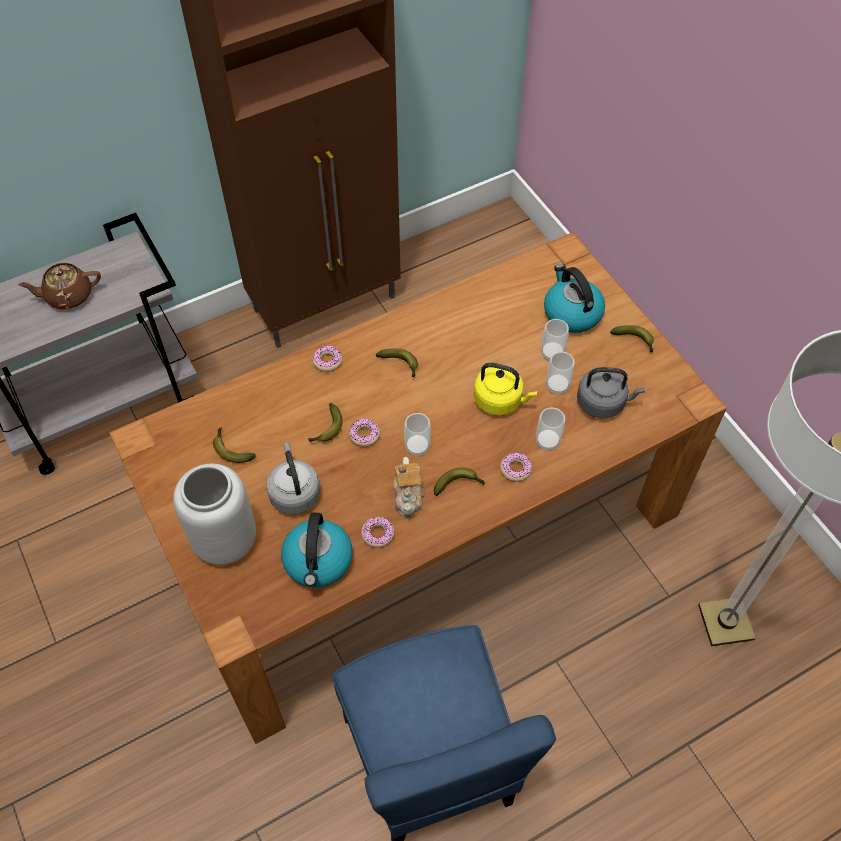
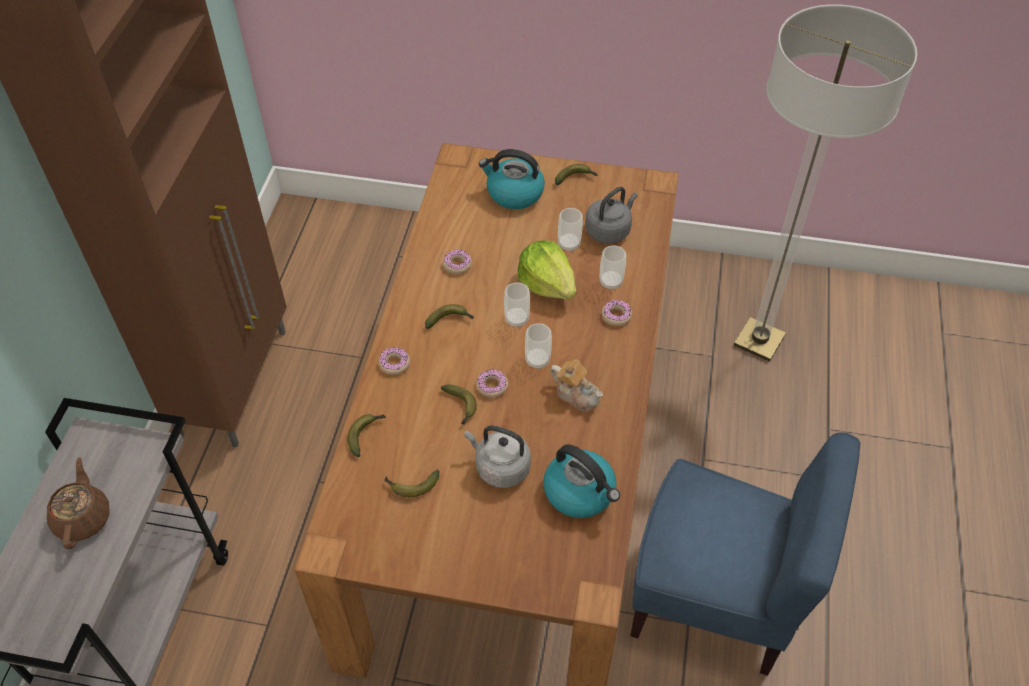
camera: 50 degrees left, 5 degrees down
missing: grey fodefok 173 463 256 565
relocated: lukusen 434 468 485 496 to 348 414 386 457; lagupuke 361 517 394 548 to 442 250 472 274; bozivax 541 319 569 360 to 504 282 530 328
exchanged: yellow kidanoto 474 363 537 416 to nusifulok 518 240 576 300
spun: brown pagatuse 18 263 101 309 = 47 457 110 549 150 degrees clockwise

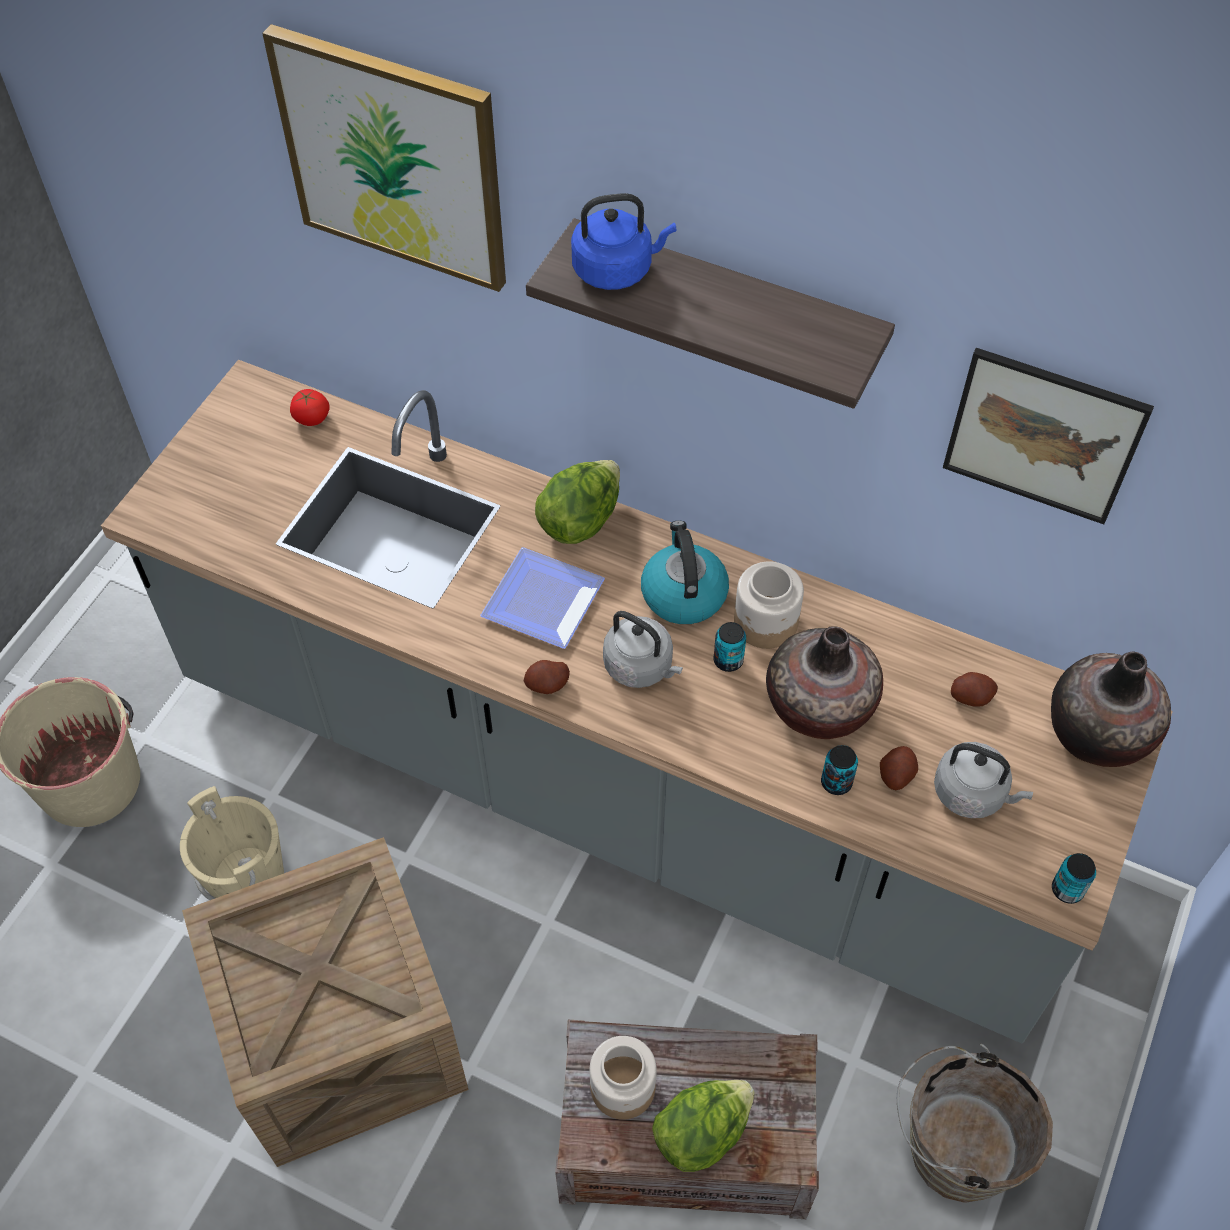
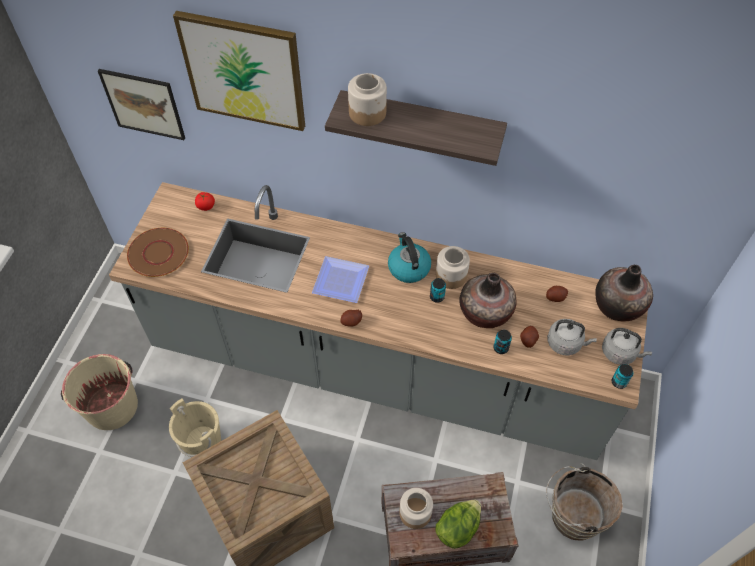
camera: 10 degrees left, 0 degrees up
missing: nusifulok 535 460 620 544
appeared: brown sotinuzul 127 228 189 277
relocated: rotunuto 943 348 1154 524 to 98 69 185 140; grey kidanoto 603 611 683 688 to 602 328 652 365
exchanged: blue kidanoto 571 193 676 290 to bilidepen 348 73 387 126

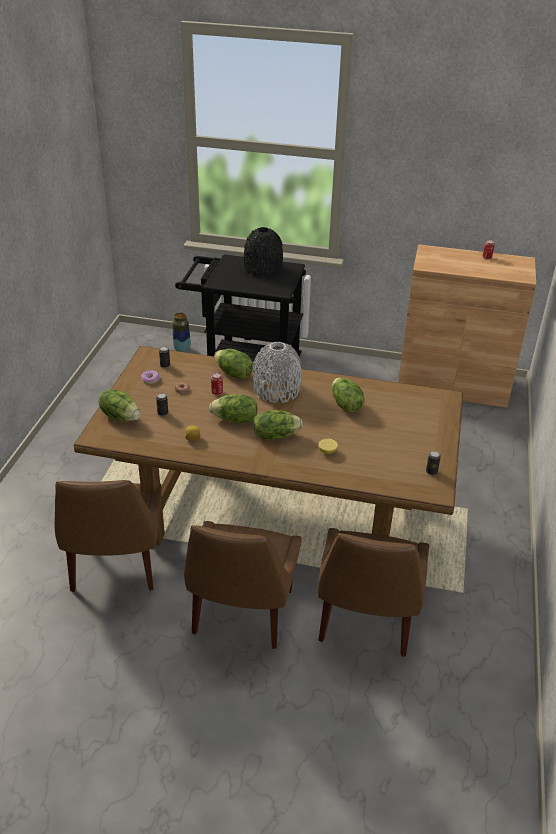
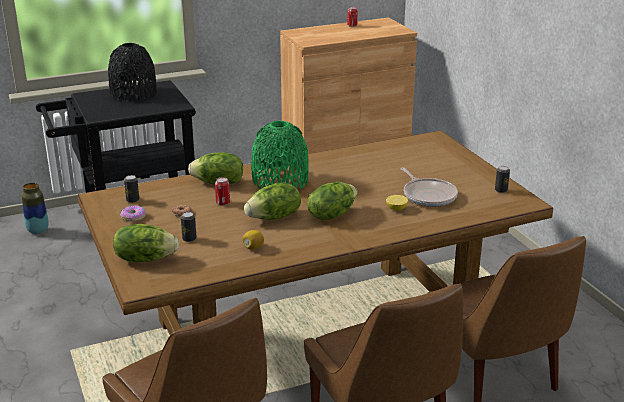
camera: 35 degrees left, 10 degrees down
missing: nusifulok 332 378 364 413
appeared: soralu 400 167 458 207
colour: grey fodefok 252 342 302 403 to green fodefok 251 121 309 189

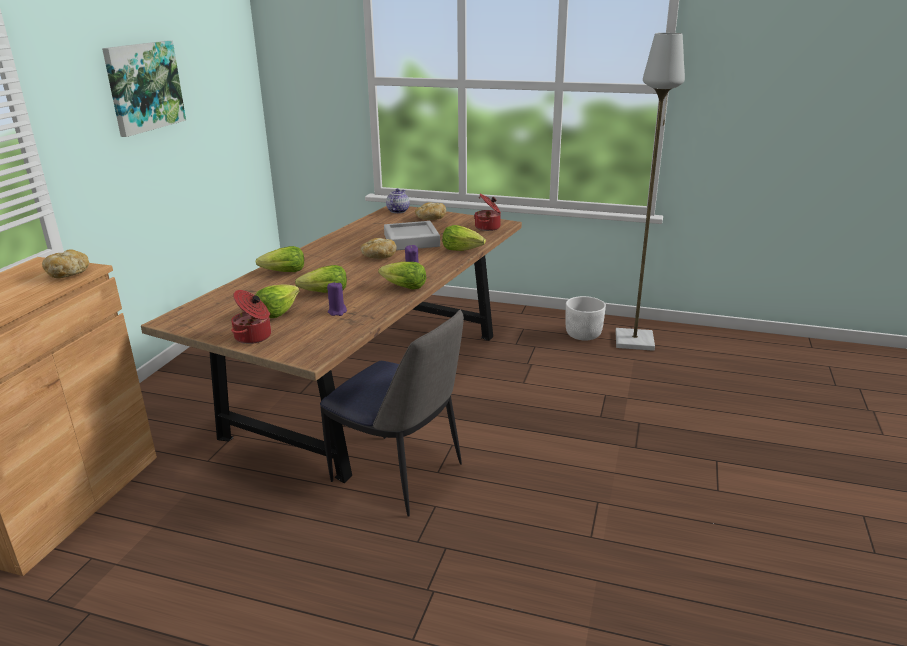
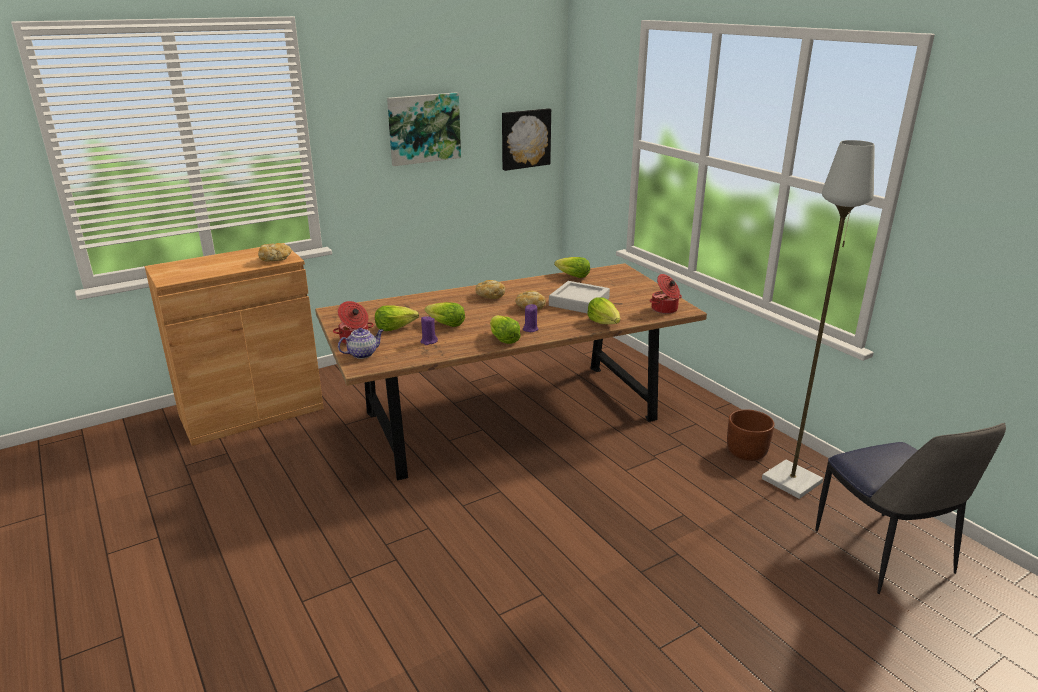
camera: 40 degrees right, 0 degrees up
appeared: rotunuto 502 108 551 171
relocated: pagatuse 386 189 410 213 to 338 328 384 359; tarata 415 202 446 220 to 475 280 505 299; nusifulok 256 246 304 272 to 554 257 590 278; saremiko 320 309 464 517 to 815 423 1006 594
colour: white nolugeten 565 296 606 340 to brown nolugeten 727 409 775 461

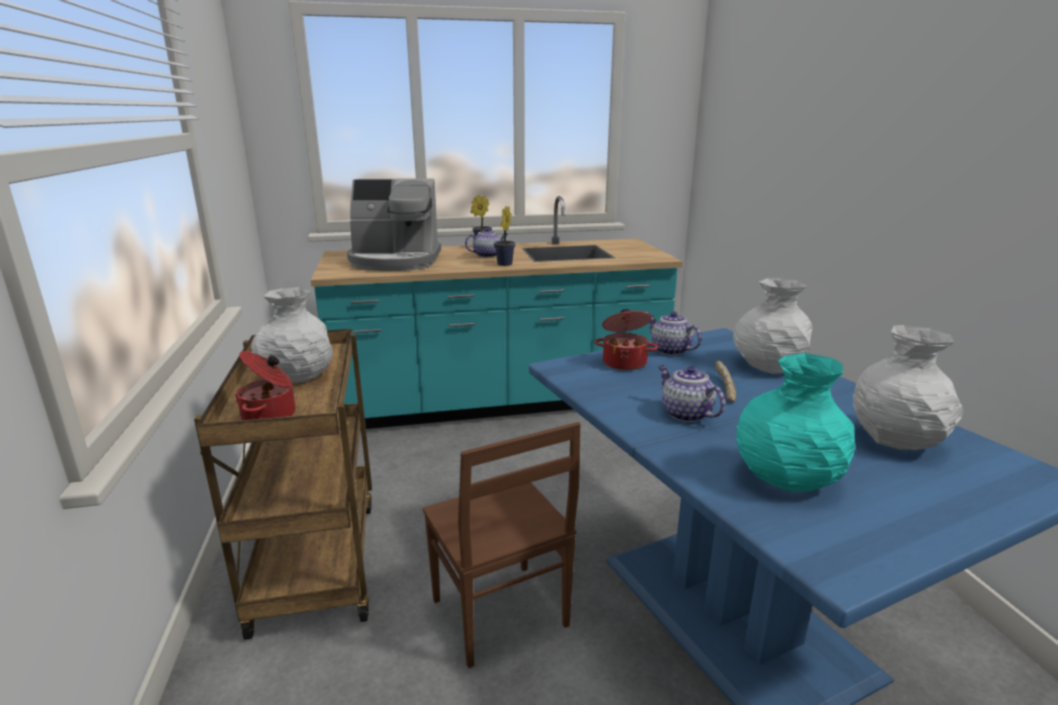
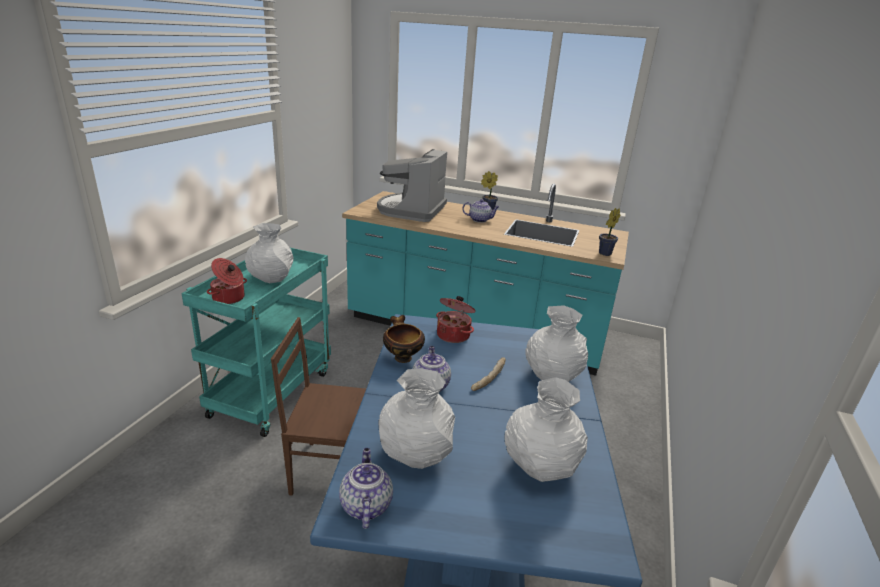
camera: 30 degrees right, 5 degrees up
appeared: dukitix 383 315 425 363
relocated: pagatuse 649 312 702 355 to 339 448 393 529; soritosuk 494 206 516 266 to 599 208 621 256
colour: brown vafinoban 194 329 372 640 to turquoise vafinoban 182 248 331 437; turquoise fodefok 736 353 856 492 to white fodefok 378 368 455 469
spun: brown saremiko 423 422 581 668 = 271 317 366 495 90 degrees clockwise; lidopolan 347 178 441 271 = 377 149 447 222 75 degrees clockwise

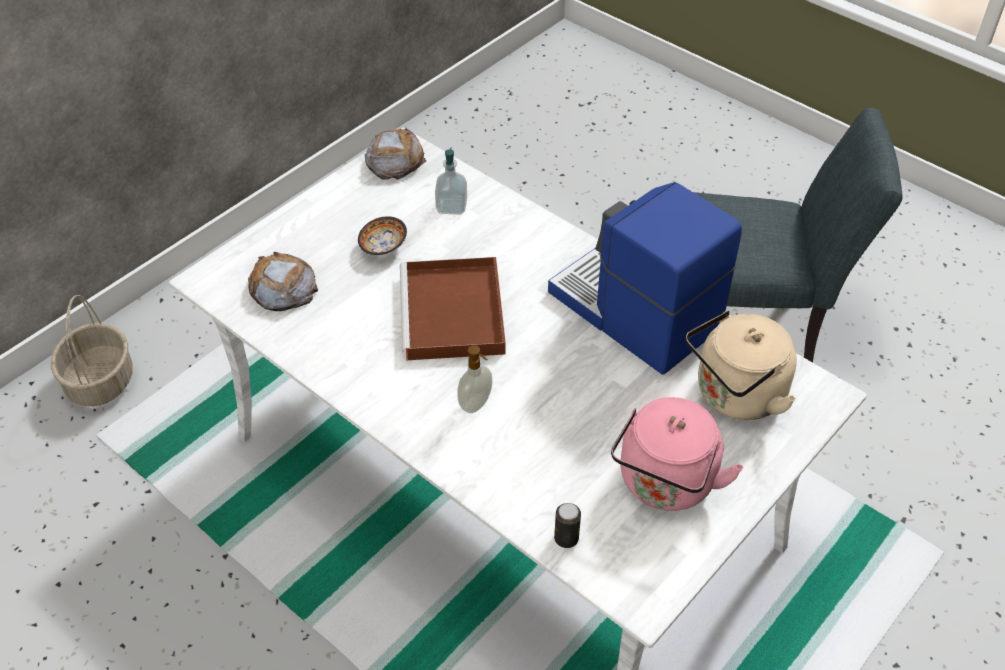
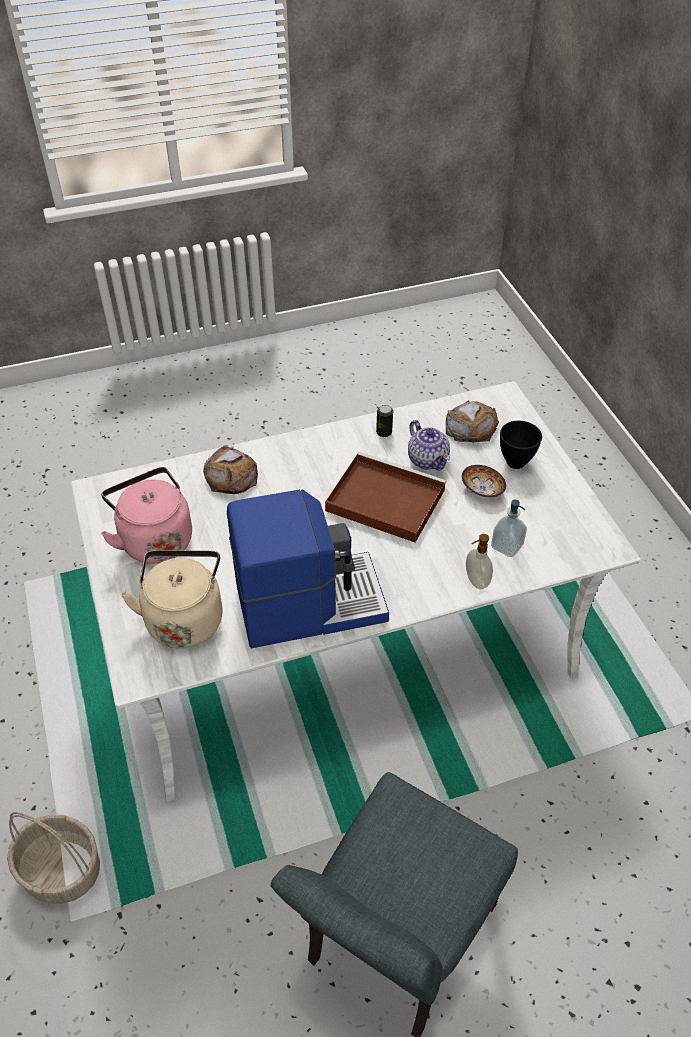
camera: 120 degrees right, 0 degrees up
appeared: pagatuse 408 420 450 470; black dukitix 500 421 542 469
relocated: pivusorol 51 295 133 407 to 7 812 100 904; tarata 365 127 426 180 to 203 445 258 494; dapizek 554 503 581 548 to 376 405 393 437; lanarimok 457 345 492 413 to 466 534 493 589

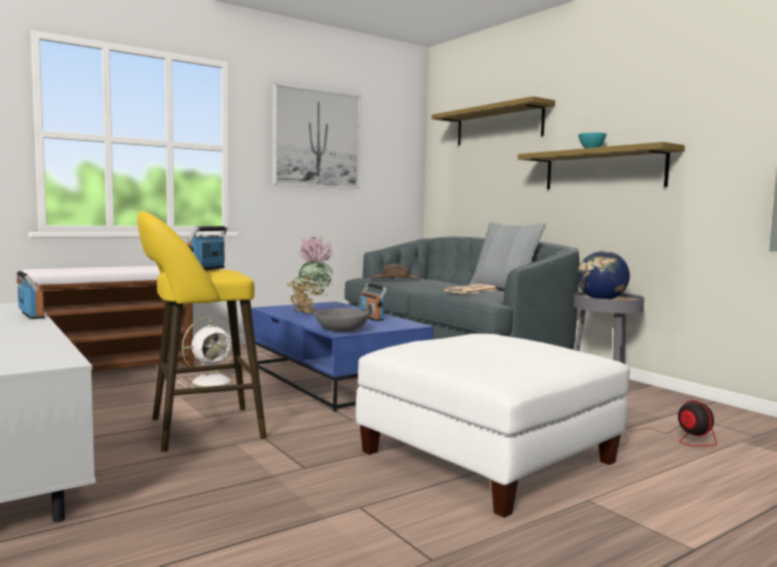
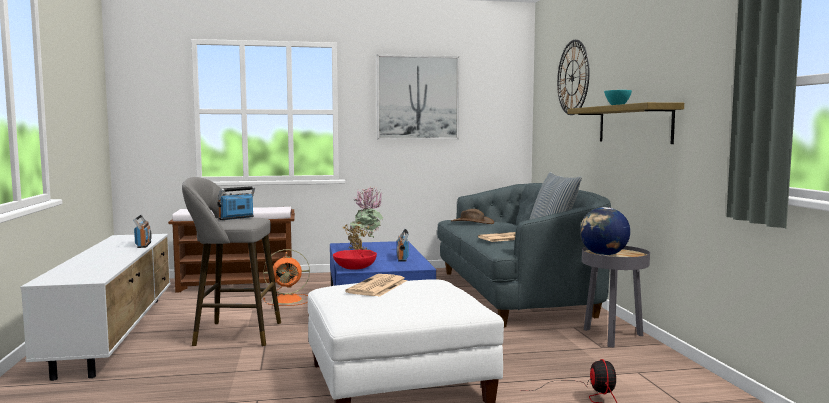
camera: 25 degrees right, 0 degrees up
appeared: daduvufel 345 274 407 297
exchanged: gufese 432 96 555 145 to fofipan 557 40 589 115
colour: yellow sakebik 137 211 267 452 to grey sakebik 182 177 281 346; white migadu 177 316 240 388 to orange migadu 263 249 310 306; grey dukitix 315 308 369 332 to red dukitix 333 250 377 270

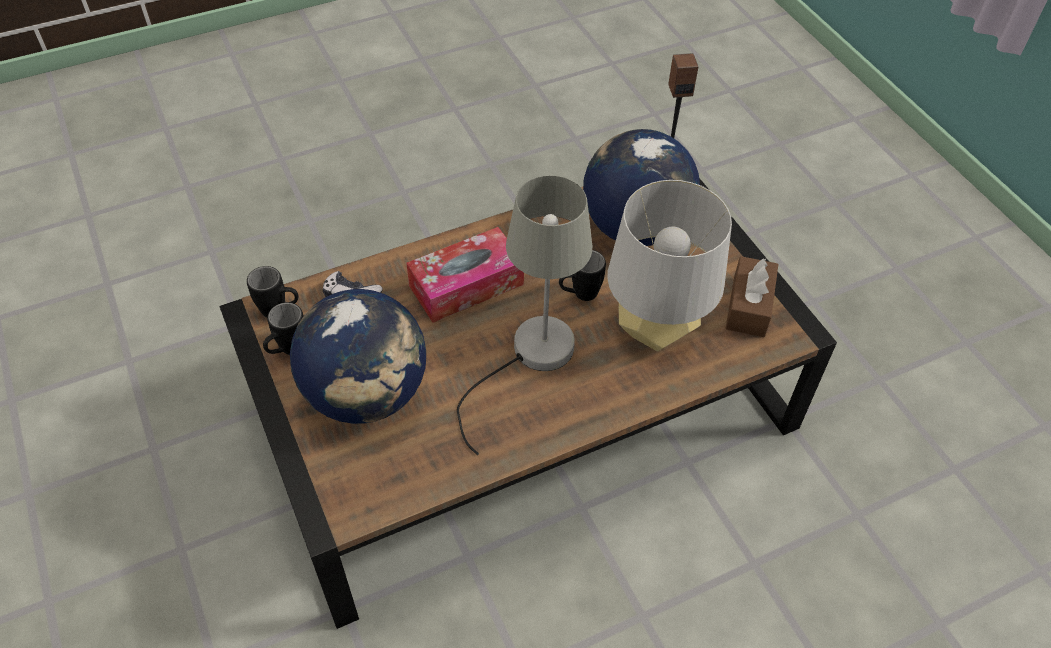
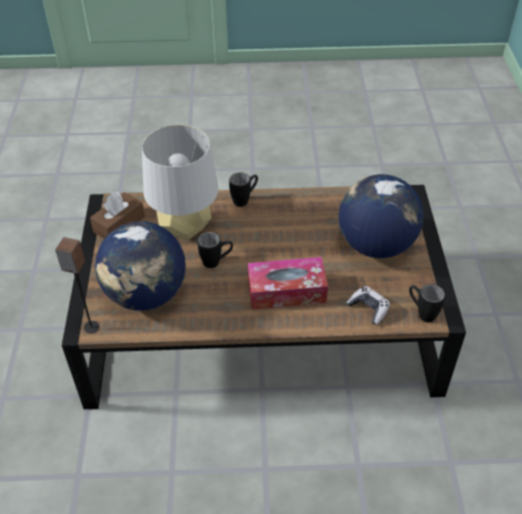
camera: 155 degrees left, 5 degrees down
missing: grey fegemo 457 176 592 455
relocated: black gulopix 263 302 304 355 to 229 172 258 207

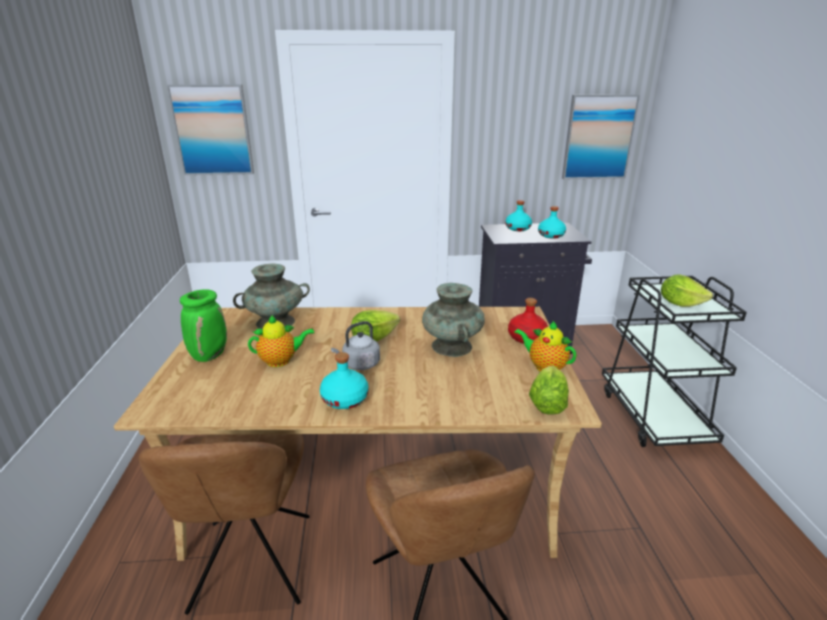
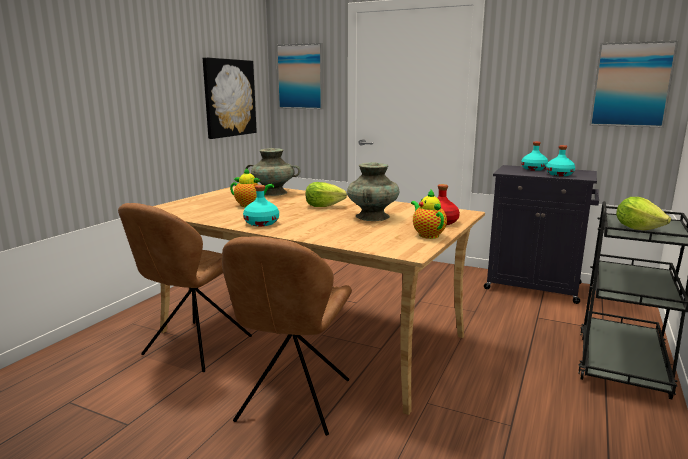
camera: 30 degrees right, 10 degrees down
missing: green fodefok 180 289 227 362; grey kidanoto 331 321 380 370; nusifulok 529 366 569 415
appeared: rotunuto 203 57 257 139

